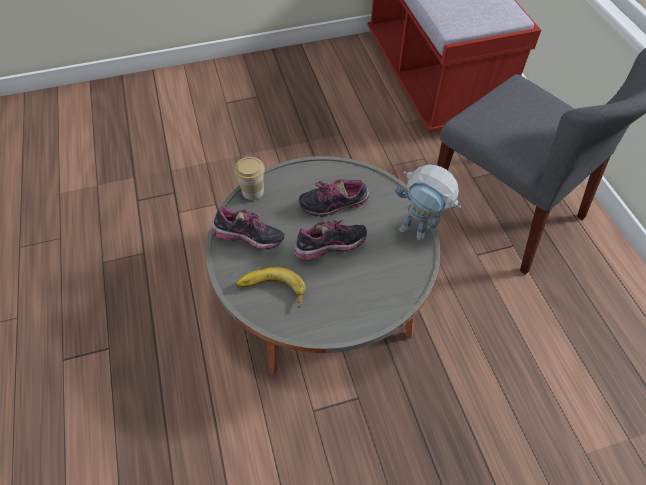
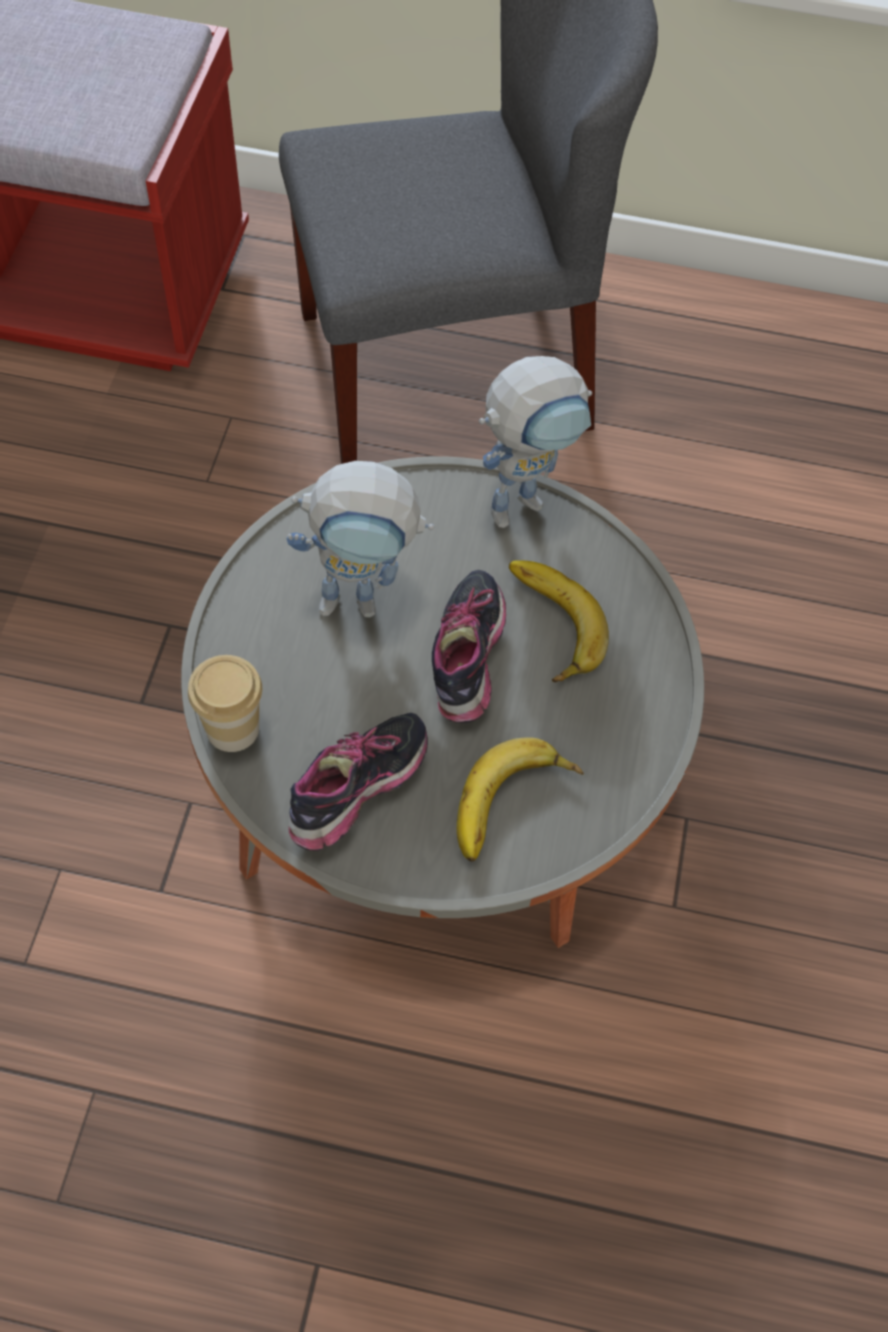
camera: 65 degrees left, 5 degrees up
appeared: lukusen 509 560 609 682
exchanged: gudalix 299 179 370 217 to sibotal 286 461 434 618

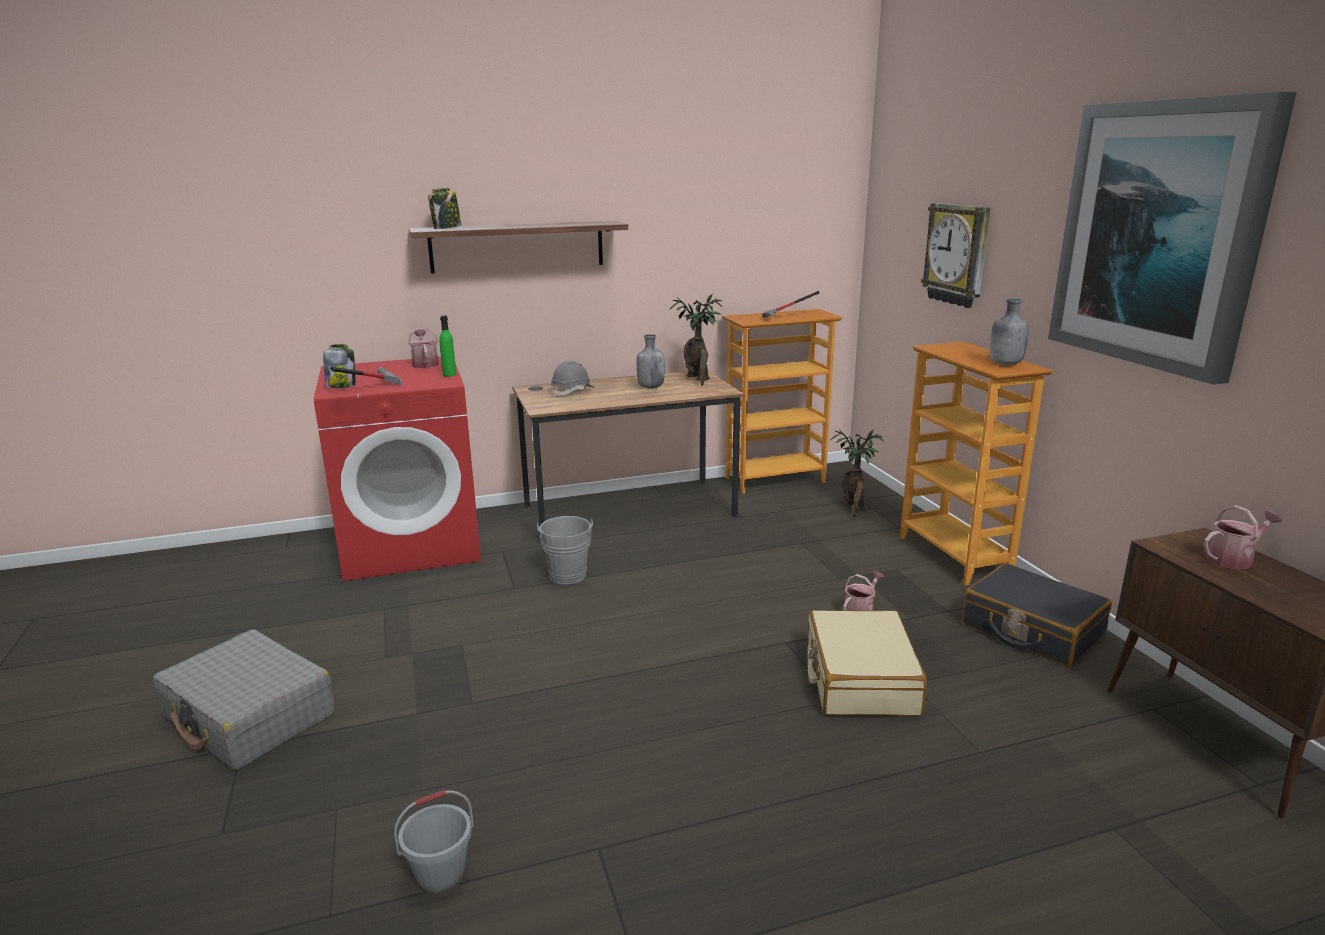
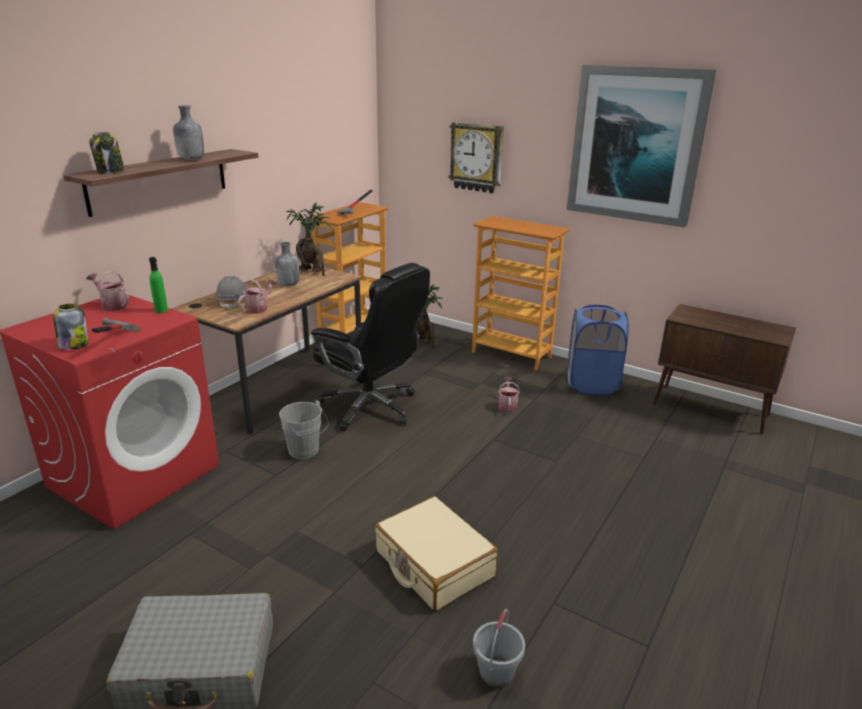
camera: 40 degrees left, 5 degrees up
appeared: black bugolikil 311 263 430 431
relocated: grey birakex 990 298 1029 365 to 173 105 204 160; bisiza 1204 505 1282 569 to 238 279 277 314; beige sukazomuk 808 610 927 717 to 375 496 498 611
exchanged: black sukazomuk 962 563 1112 667 to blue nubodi 567 305 629 396

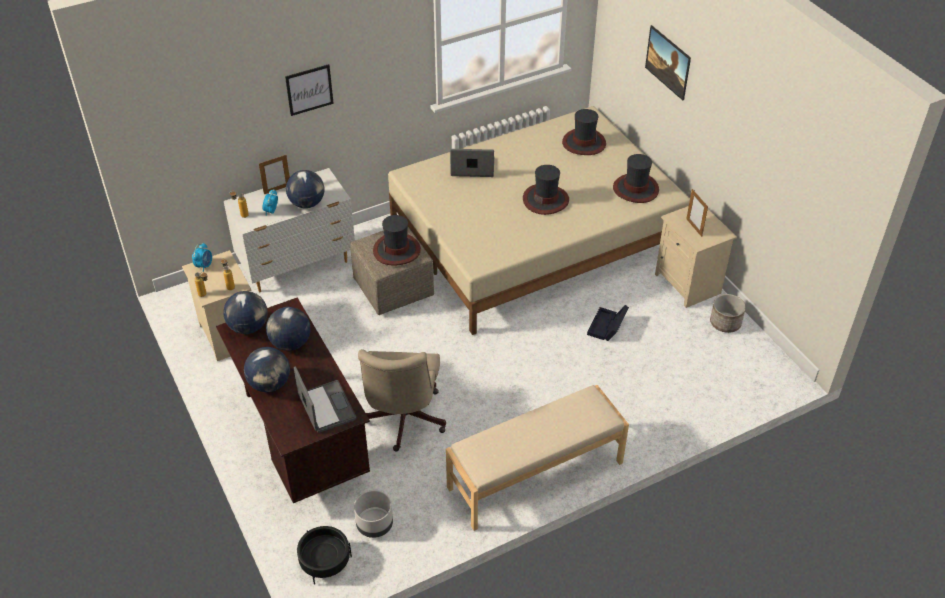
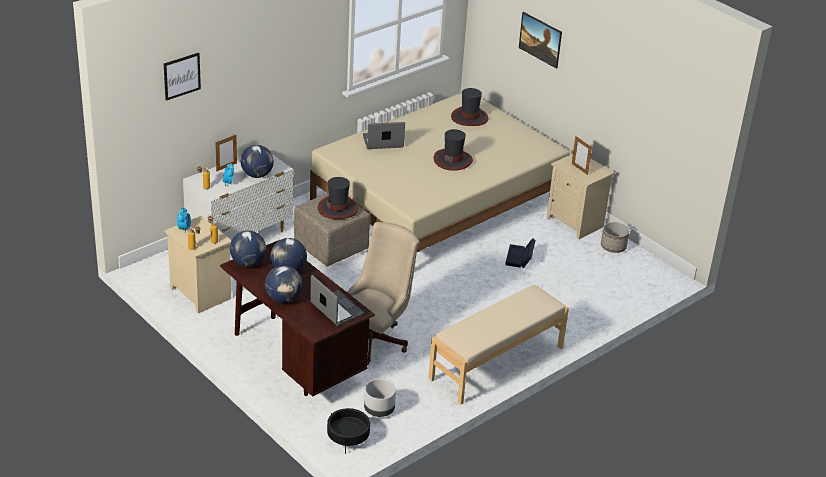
camera: 15 degrees left, 10 degrees down
missing: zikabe 613 154 659 203
relocated: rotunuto 285 64 334 116 to 164 53 201 101
spun: beige bugolikil 358 349 446 451 = 347 222 420 365 135 degrees counterclockwise

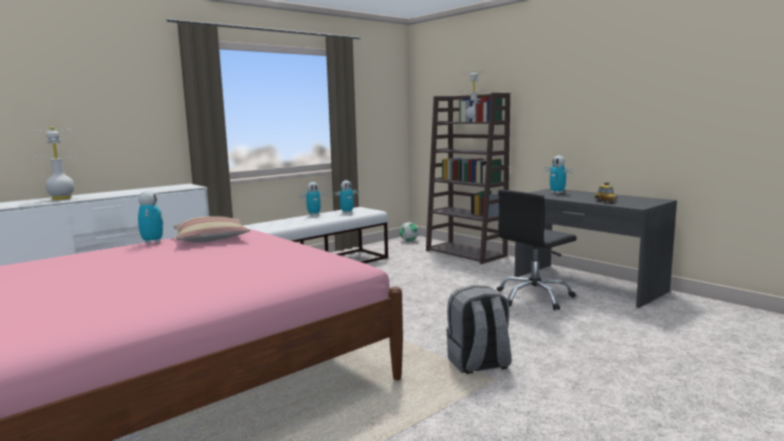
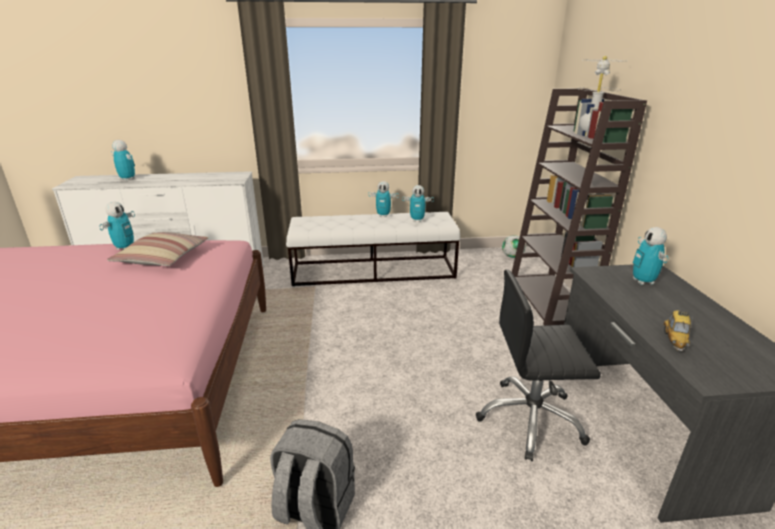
camera: 35 degrees right, 15 degrees up
exchanged: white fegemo 33 126 77 200 to sibotal 111 140 135 181

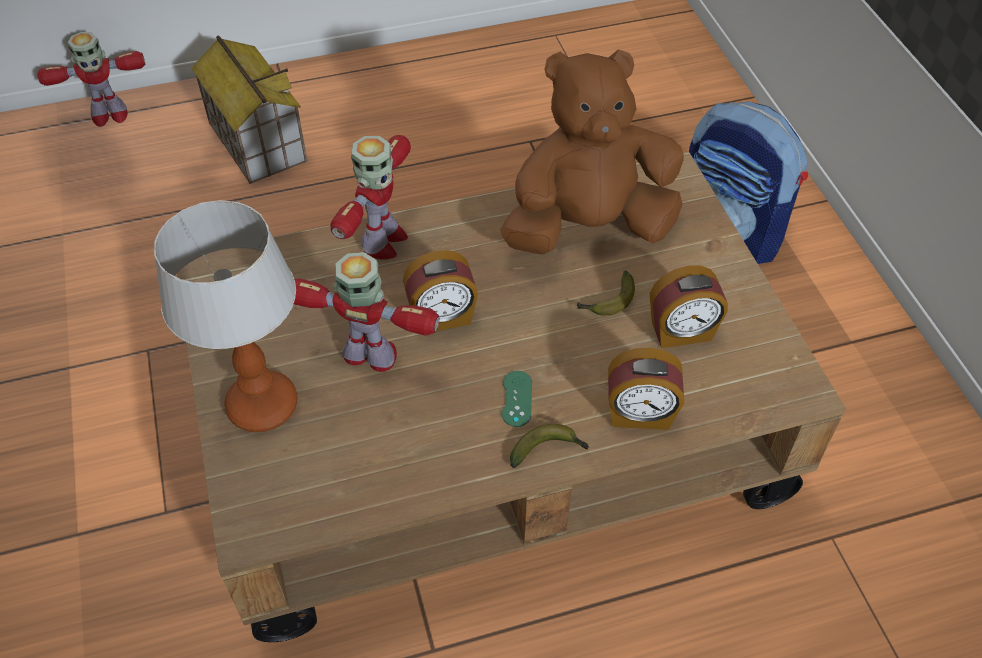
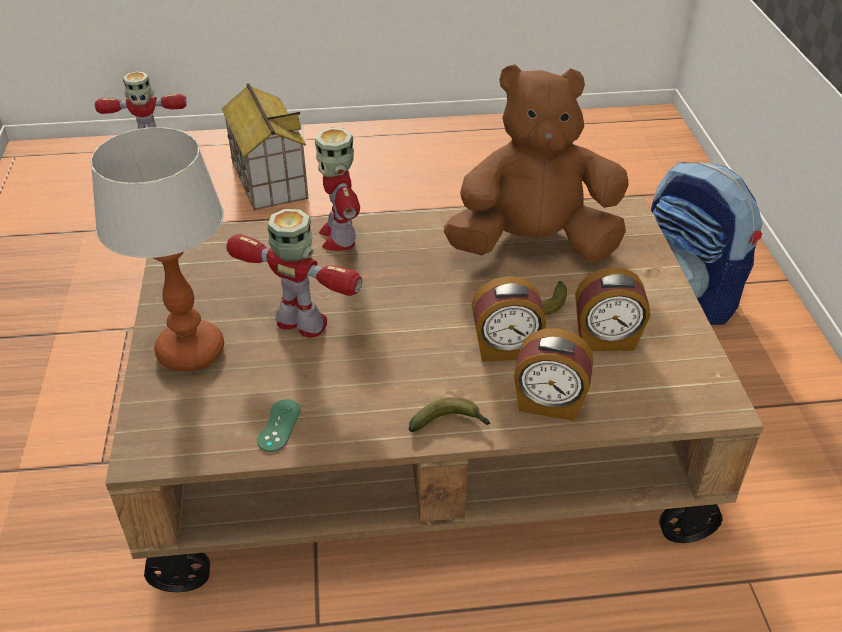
camera: 10 degrees right, 10 degrees down
relocated: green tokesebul 502 371 532 427 to 257 399 301 452; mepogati 403 250 478 331 to 472 276 546 362
spun: sibotal 330 135 411 259 = 315 128 360 251 135 degrees clockwise

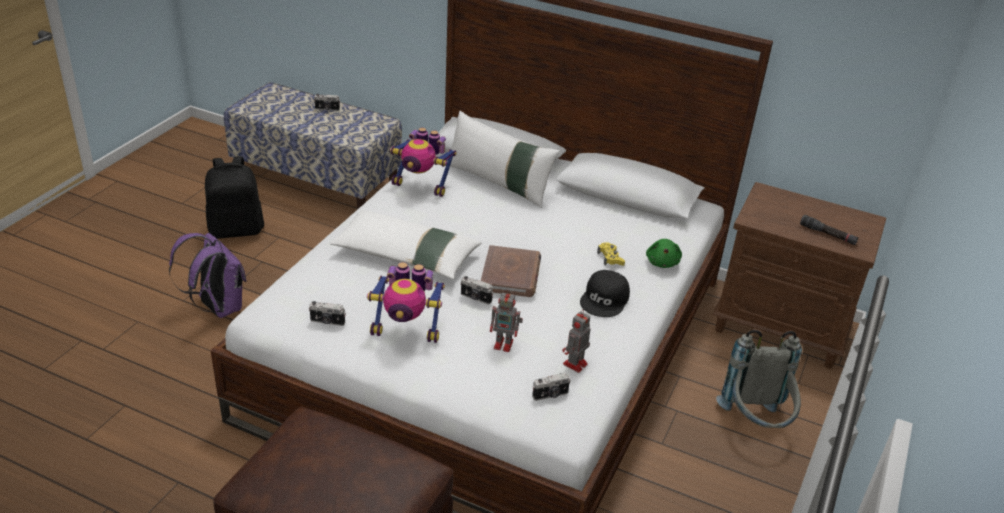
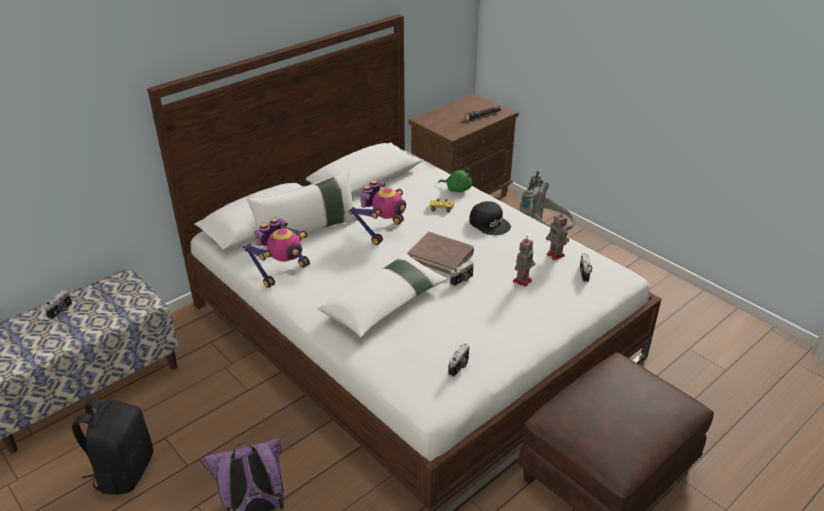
camera: 65 degrees left, 0 degrees up
relocated: sibotal 367 262 445 343 to 349 180 406 245

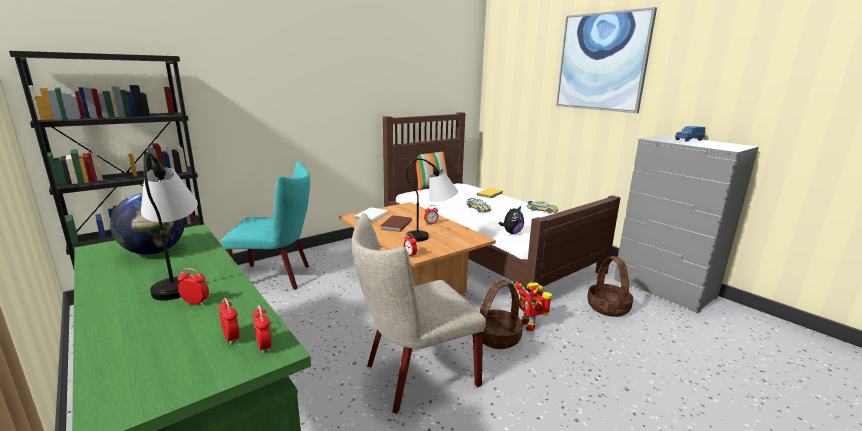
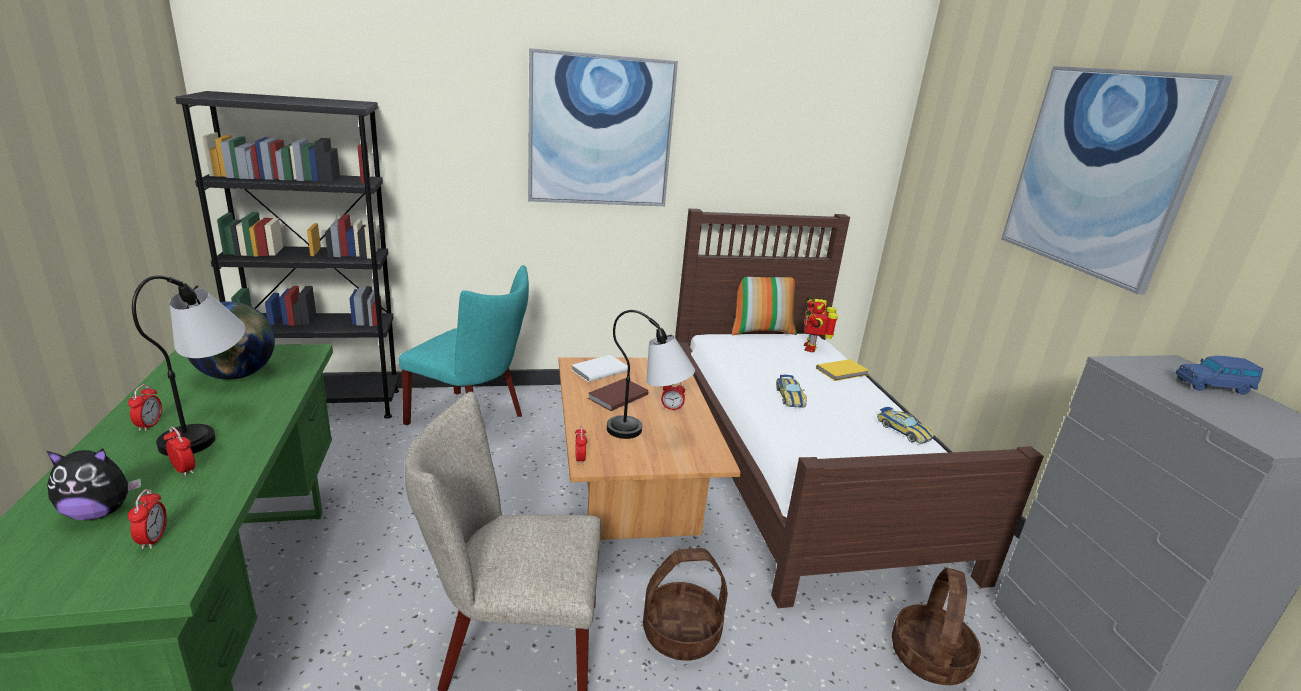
camera: 25 degrees right, 5 degrees up
appeared: rotunuto 528 48 678 206
relocated: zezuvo 499 206 524 234 to 47 449 141 520; mepogati 252 305 272 354 to 128 384 162 431; sibotal 513 279 552 331 to 804 296 838 352

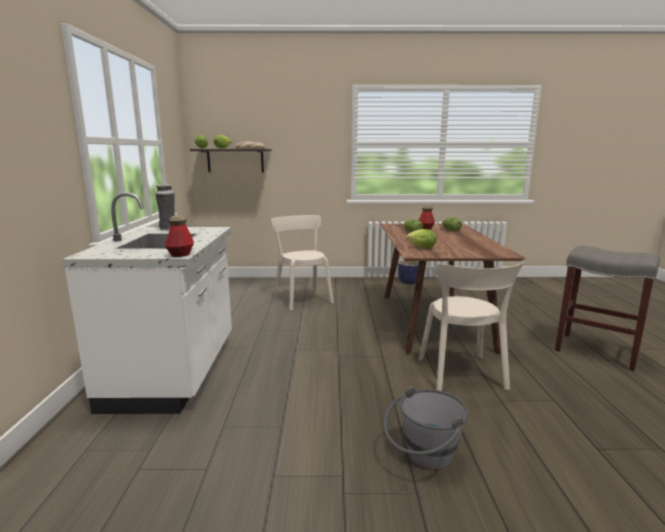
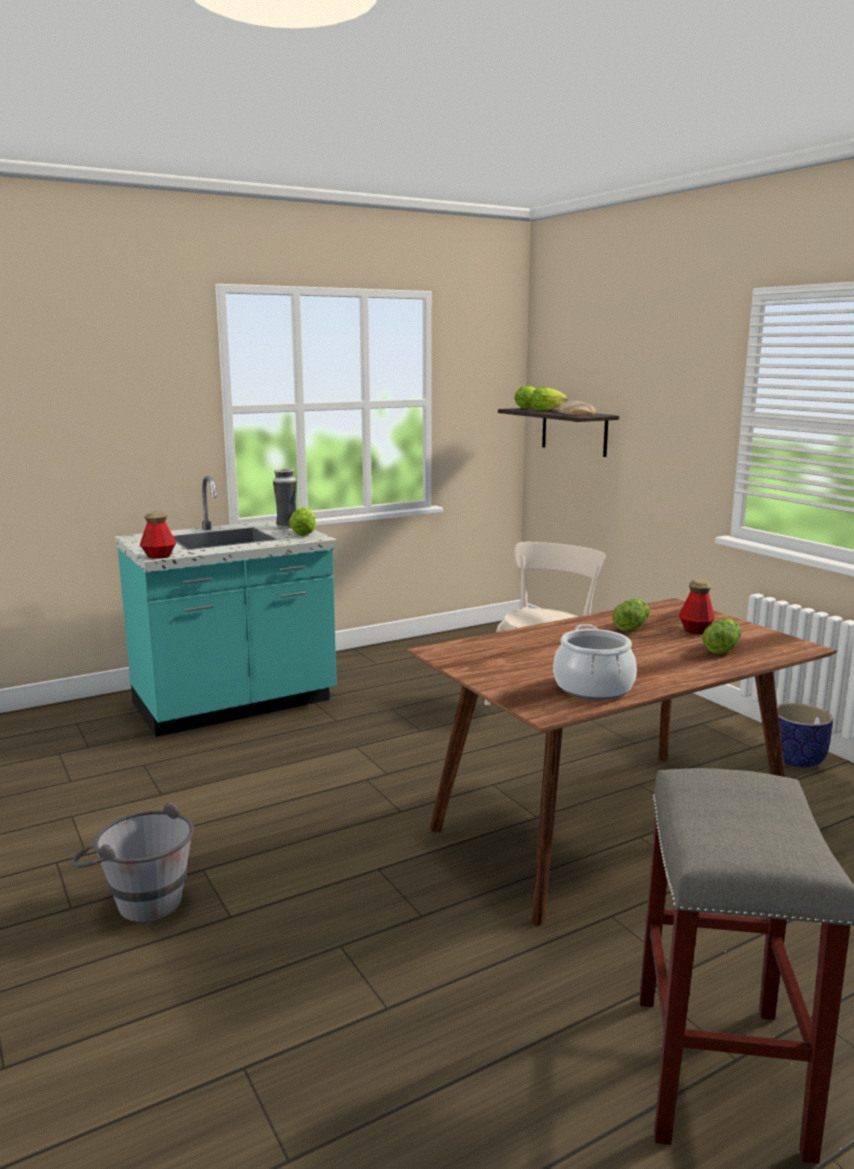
camera: 60 degrees right, 0 degrees up
missing: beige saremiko 419 262 524 391
appeared: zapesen 553 624 637 700
relocated: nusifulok 406 229 436 248 to 289 507 316 536
colour: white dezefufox 62 192 232 414 to turquoise dezefufox 115 476 337 737

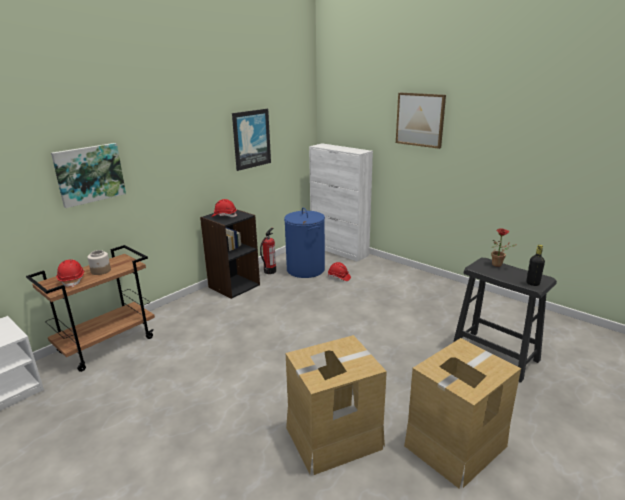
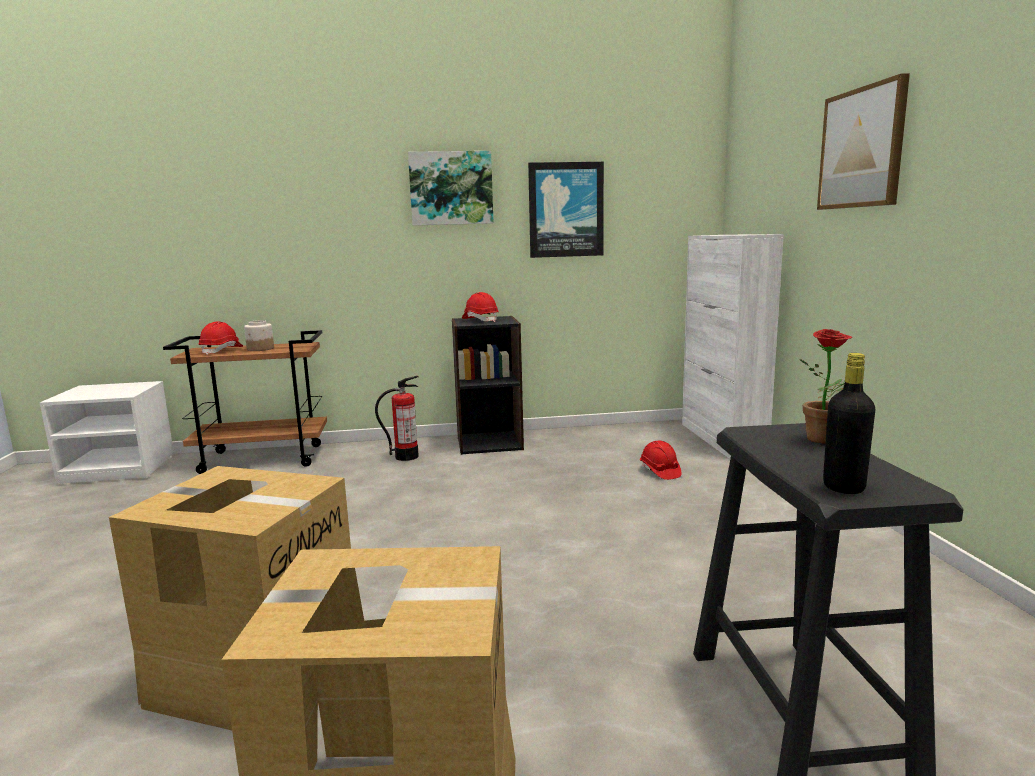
camera: 40 degrees right, 10 degrees down
missing: blue nubodi 284 207 325 278
relocated: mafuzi 260 228 276 274 to 375 376 419 461; rotunuto 51 143 126 208 to 408 151 494 225

